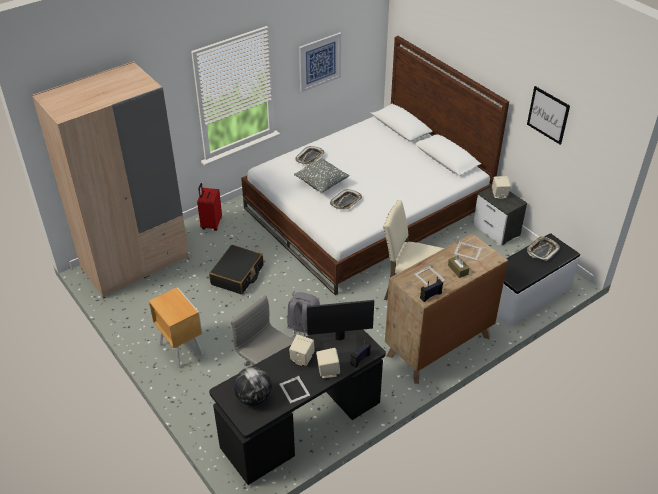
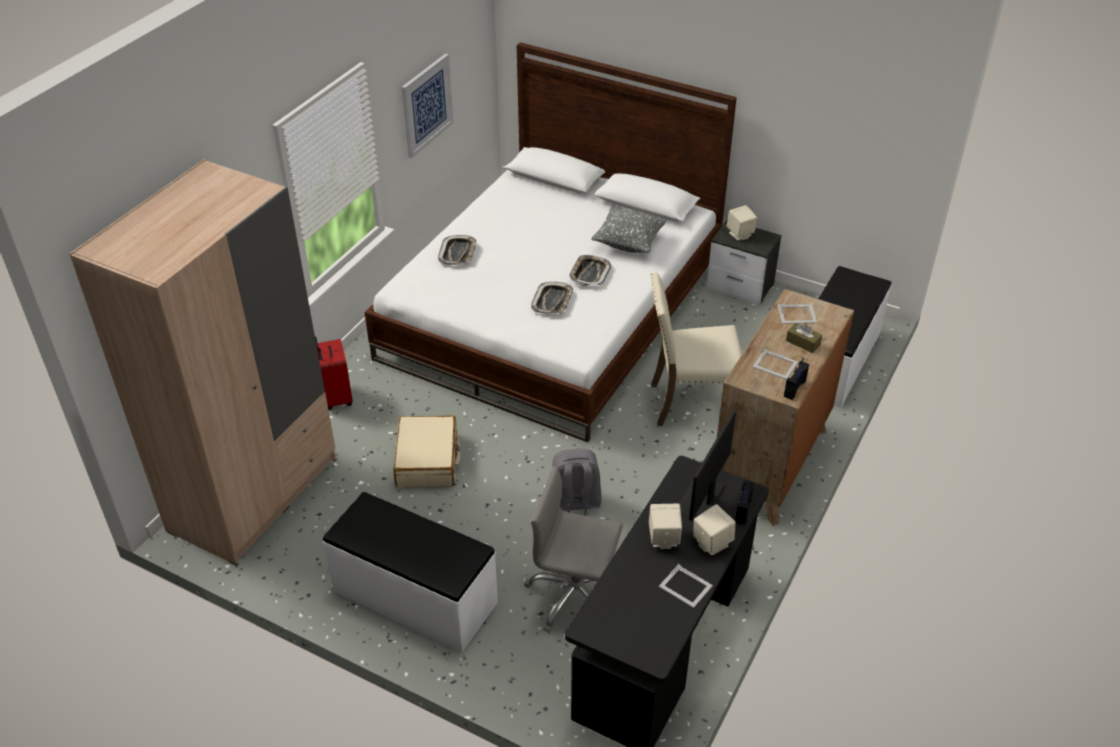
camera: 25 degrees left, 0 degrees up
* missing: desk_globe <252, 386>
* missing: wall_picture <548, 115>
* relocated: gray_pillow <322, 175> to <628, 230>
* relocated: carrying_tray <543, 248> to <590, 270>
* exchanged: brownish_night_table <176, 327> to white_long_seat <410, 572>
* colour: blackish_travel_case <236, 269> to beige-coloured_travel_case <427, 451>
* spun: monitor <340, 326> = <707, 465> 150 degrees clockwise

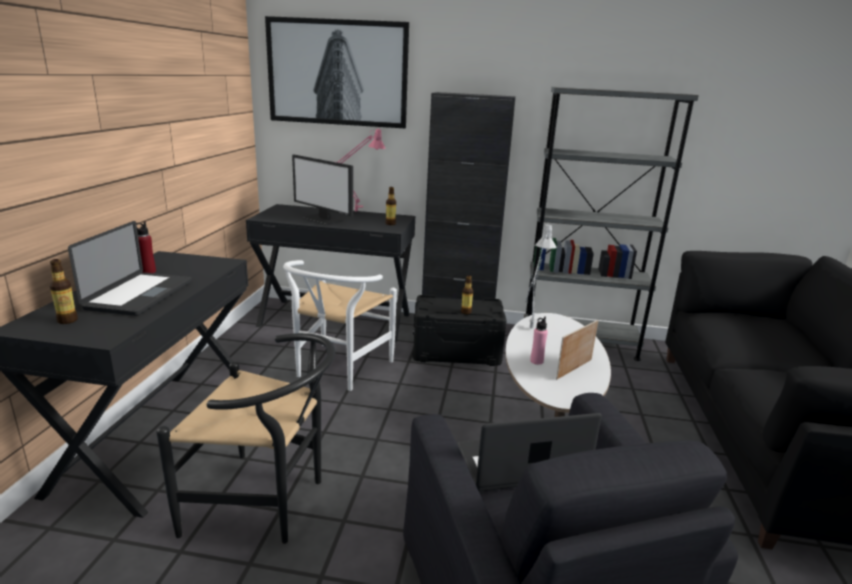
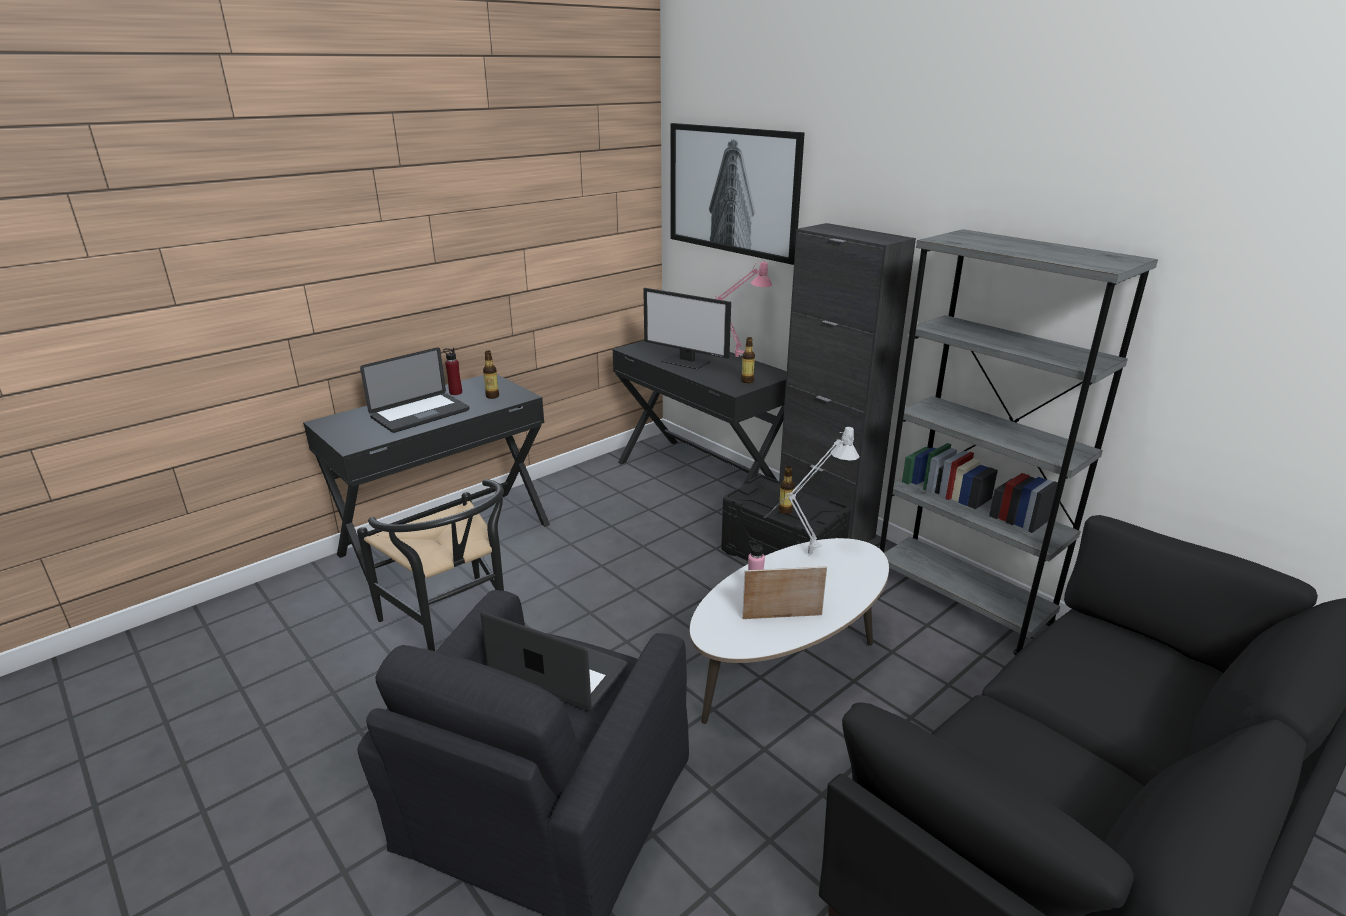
camera: 40 degrees right, 5 degrees up
* missing: white_upright_chair <340, 325>
* relocated: beverage_bottle <64, 291> to <491, 375>
* spun: monitor <322, 190> = <687, 328> 45 degrees counterclockwise

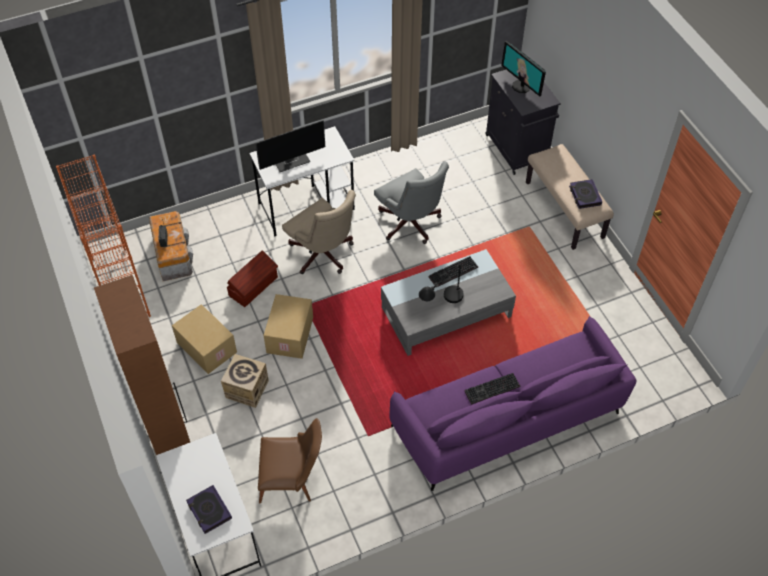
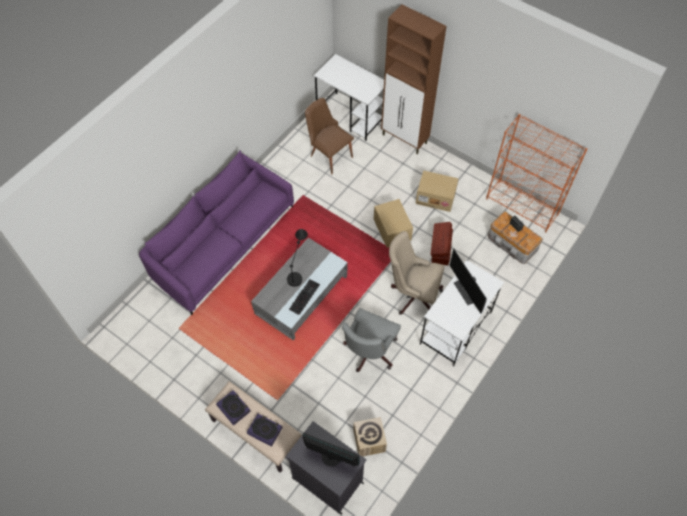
camera: 150 degrees right, 5 degrees up
* missing: PC_keyboard <492, 389>
* relocated: book <209, 509> to <265, 430>
* relocated: cardboard_box <245, 381> to <370, 436>
* spun: monitor <290, 146> = <468, 281> 60 degrees counterclockwise
* spun: brownish_upright_chair <290, 460> = <329, 136> 75 degrees clockwise
* spun: gray_desk_chair <411, 203> = <371, 340> 90 degrees counterclockwise

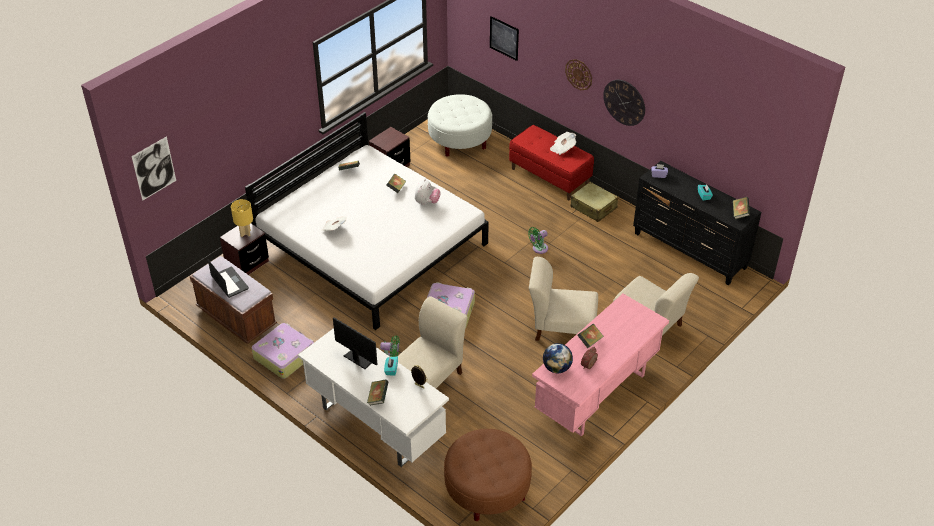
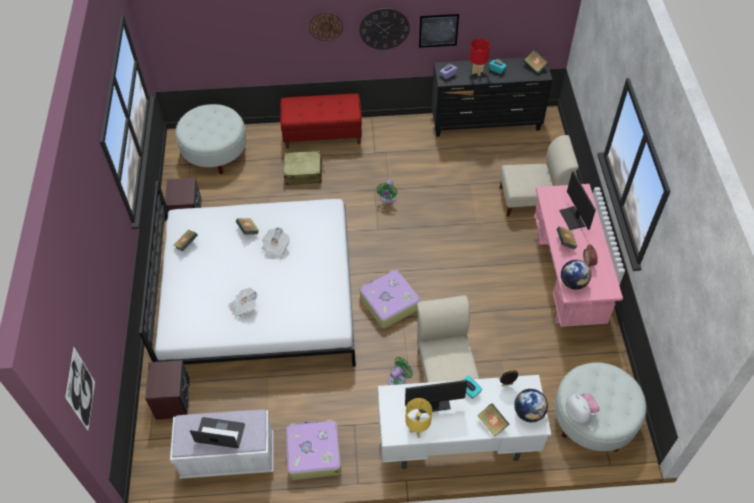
camera: 45 degrees left, 10 degrees up
* missing: beige-coloured_upright_chair <563, 299>
* appeared: red-coloured_tabletop_lamp <479, 57>
* appeared: desk_globe <531, 405>
* appeared: monitor <577, 200>
* relocated: yellow_tabletop_lamp <242, 218> to <418, 418>
* relocated: soft_toy <428, 192> to <583, 408>
* relocated: wall_picture <504, 38> to <439, 31>
* relocated: newspaper <563, 143> to <276, 243>
* relocated: beige-coloured_travel_case <594, 202> to <304, 168>
* colour: brownish_long_seat <233, 300> to white_long_seat <221, 444>
* colour: brownish_pouffe <488, 475> to white_pouffe <600, 407>

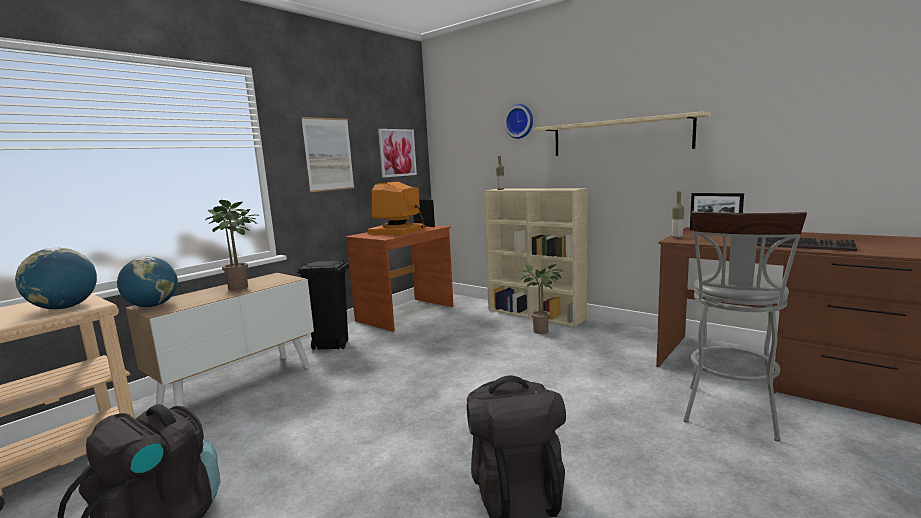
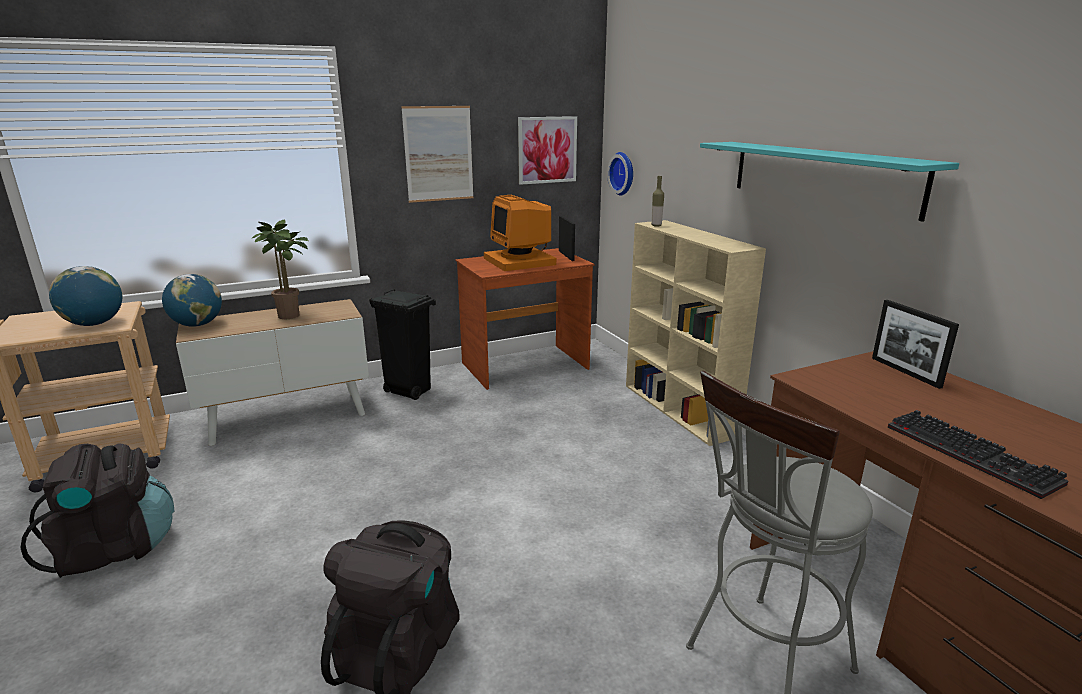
camera: 25 degrees right, 10 degrees up
* missing: plant_in_a_pot <541, 299>
* missing: beverage_bottle <678, 214>
* relocated: hanging_clock <518, 121> to <620, 173>
* colour: beige-coloured_bracket_shelf <622, 133> to turquoise_bracket_shelf <829, 182>
* spun: monitor <396, 208> = <520, 233> 75 degrees counterclockwise

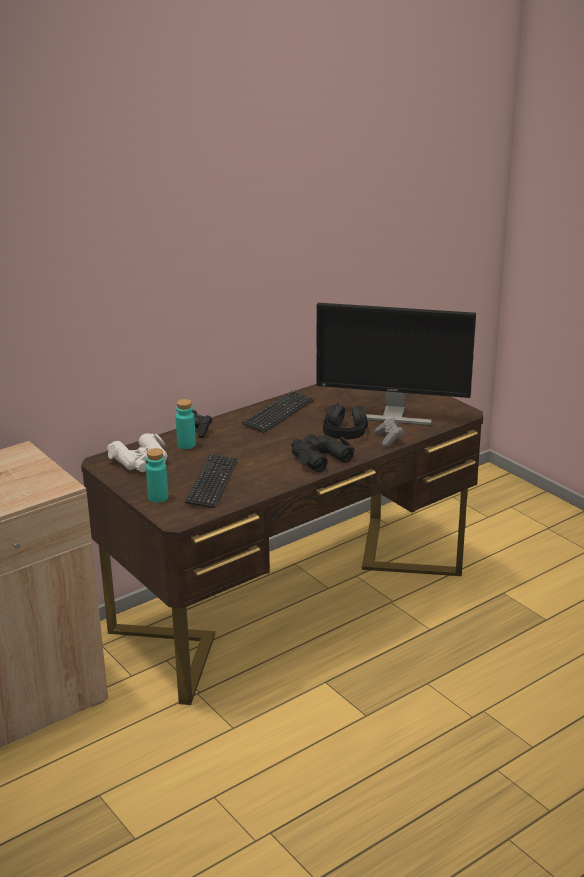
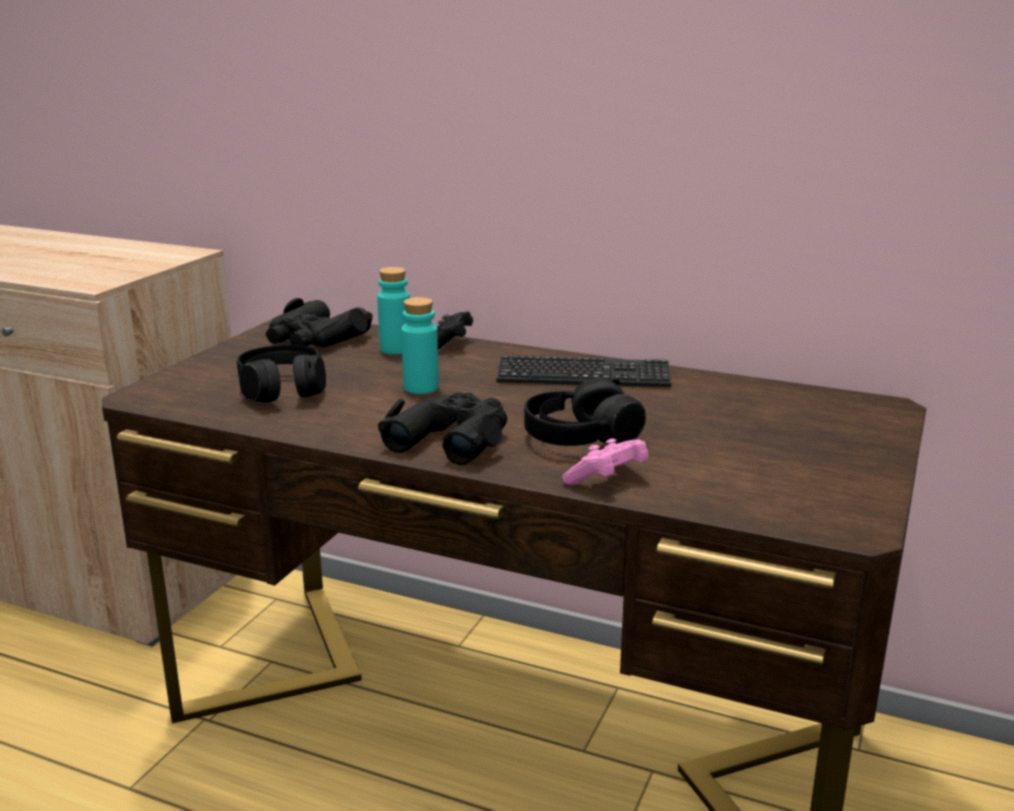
camera: 60 degrees right, 5 degrees down
* missing: monitor <396, 364>
* relocated: turquoise_beverage_bottle <157, 475> to <420, 345>
* exchanged: PC_keyboard <211, 481> to blackish_pair_of_headphones <281, 373>
* colour: white_field_glasses <137, 452> to blackish_field_glasses <319, 322>
* colour: gray_gamepad <389, 432> to pink-coloured_gamepad <605, 462>

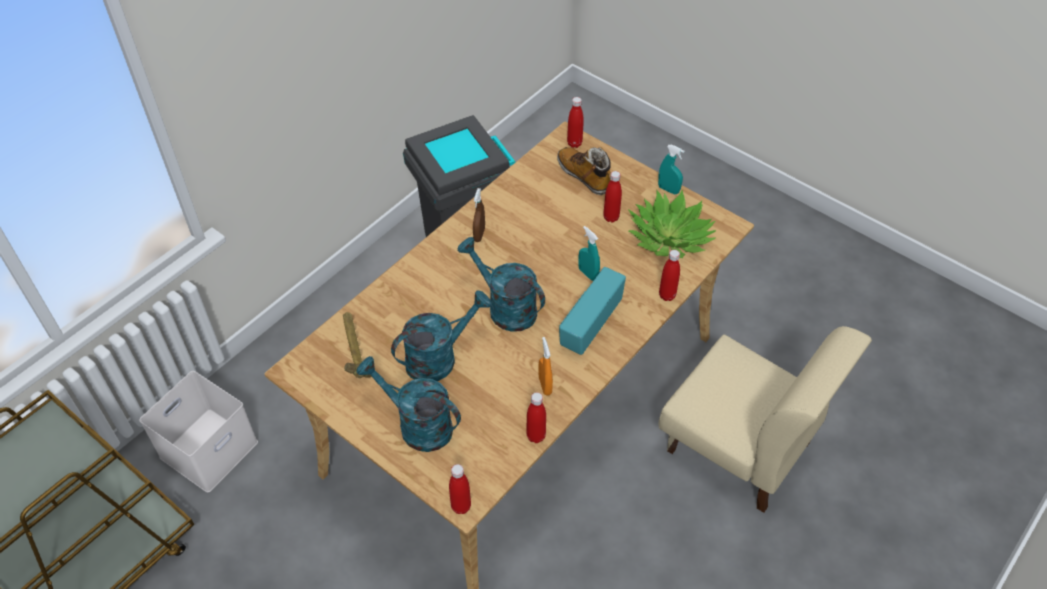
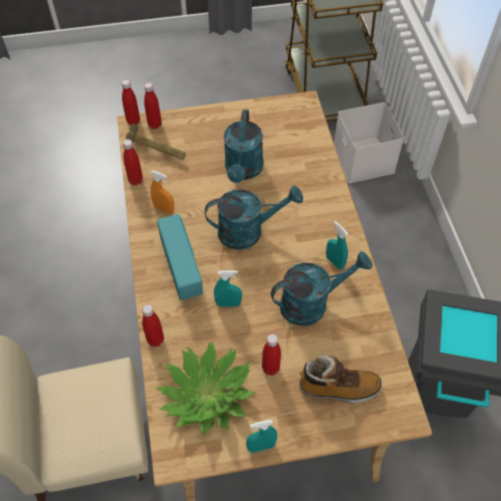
camera: 130 degrees right, 5 degrees up
* relocated: hand_hammer <357, 345> to <156, 142>
* relocated: turquoise_watering_pot <408, 404> to <321, 288>
* relocated: red-coloured_beverage_bottle <575, 122> to <153, 106>
* colour: brownish_sprayer <479, 215> to turquoise_sprayer <337, 245>

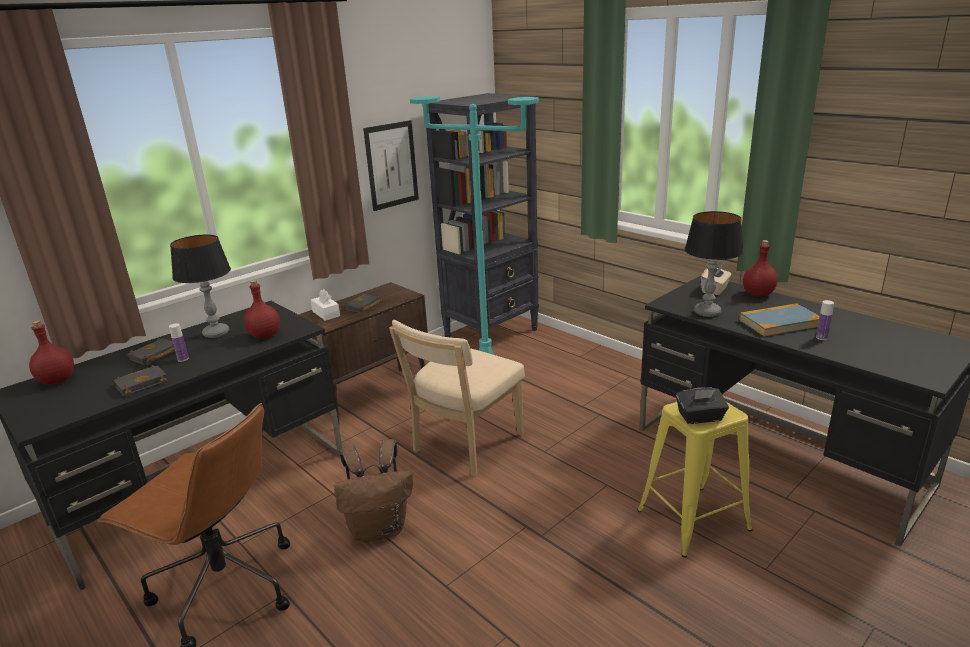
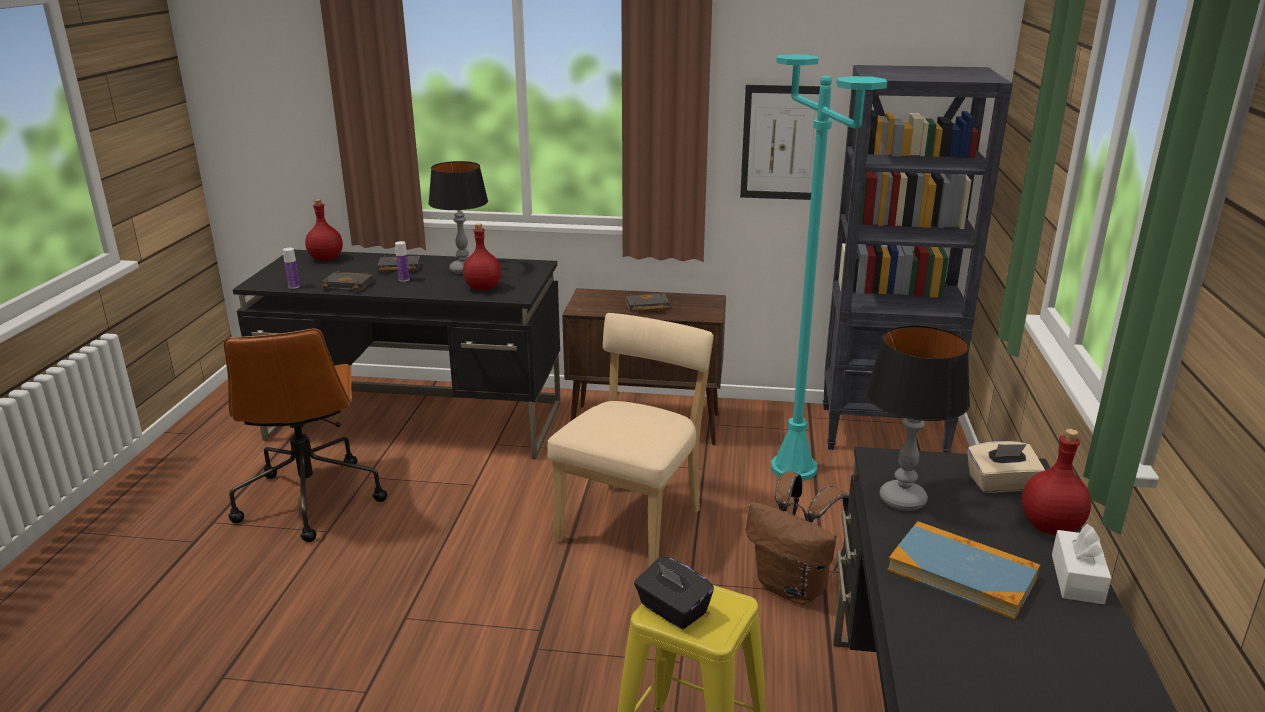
camera: 50 degrees right, 0 degrees up
* relocated: white_tissue_box <325, 305> to <1082, 564>
* relocated: brownish_backpack <373, 490> to <797, 538>
* relocated: beverage_bottle <825, 320> to <291, 268>
* spun: beige-coloured_upright_chair <457, 398> = <631, 439> 120 degrees clockwise

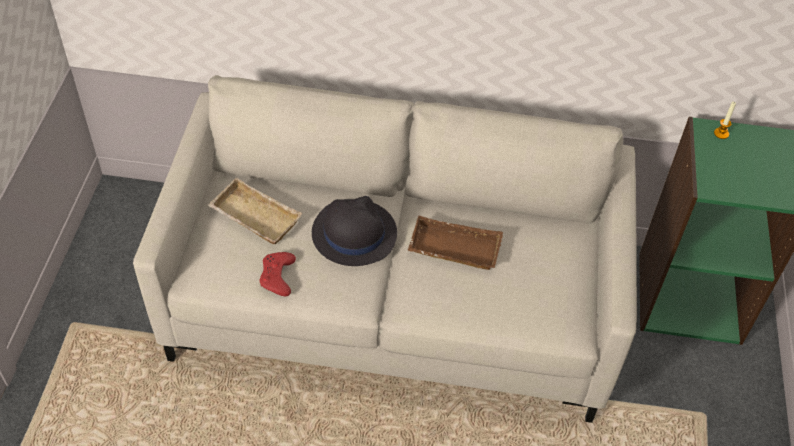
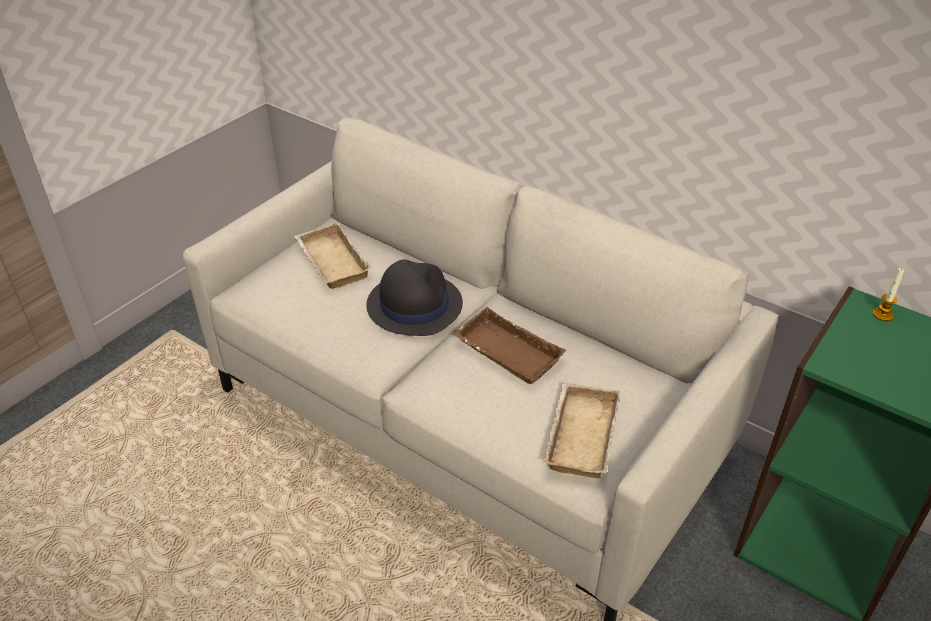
camera: 30 degrees right, 10 degrees down
* missing: red-coloured_gamepad <277, 274>
* appeared: beige-coloured_carrying_tray <581, 430>

